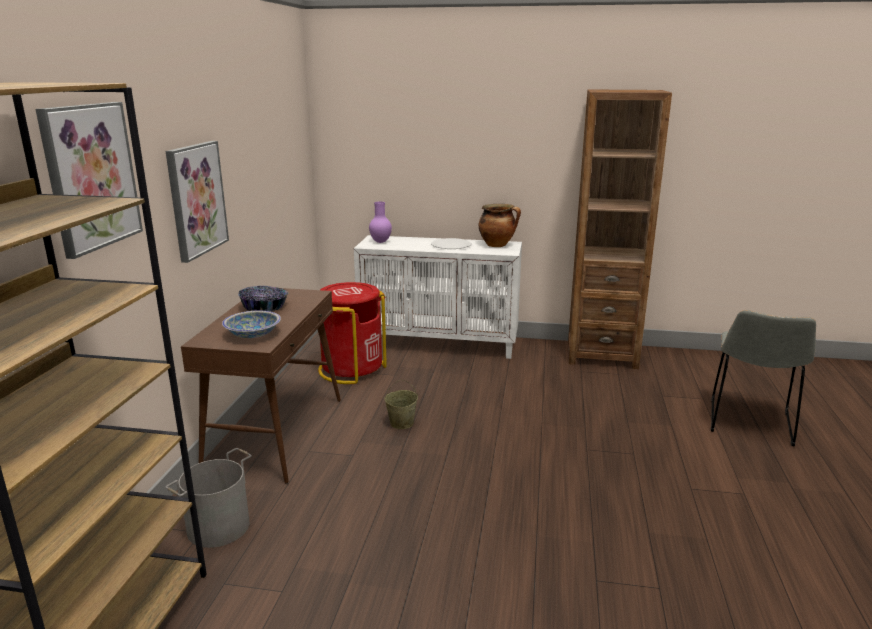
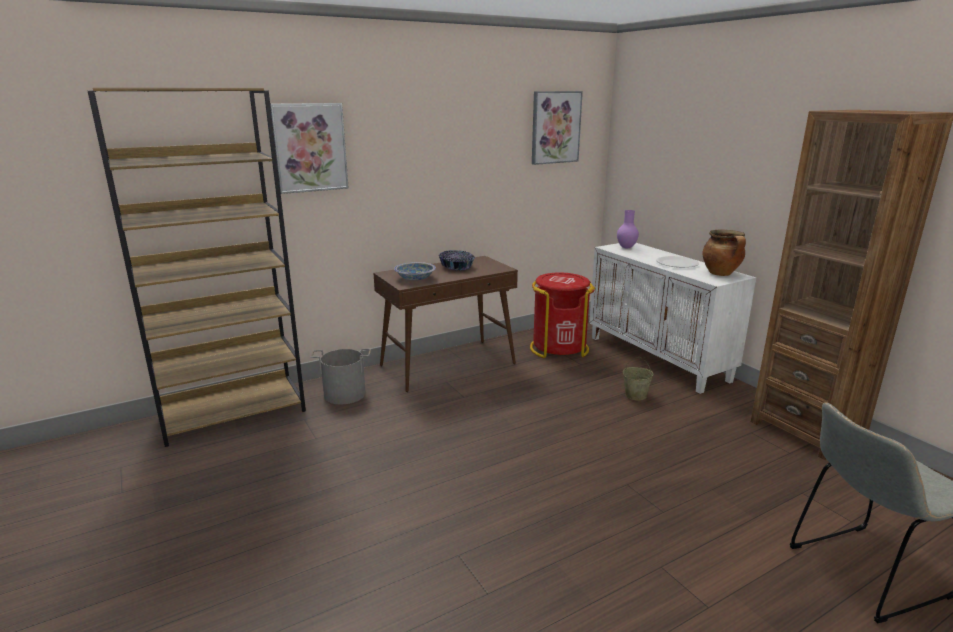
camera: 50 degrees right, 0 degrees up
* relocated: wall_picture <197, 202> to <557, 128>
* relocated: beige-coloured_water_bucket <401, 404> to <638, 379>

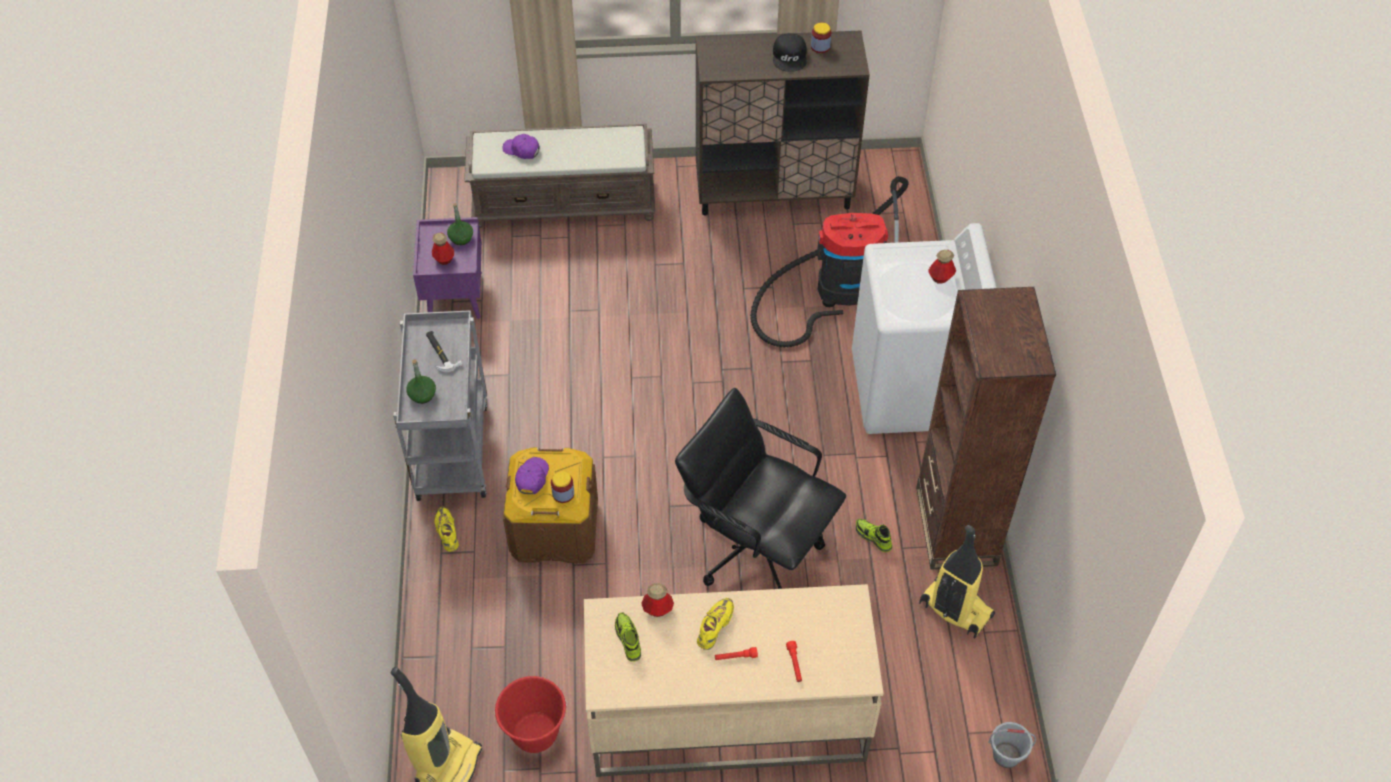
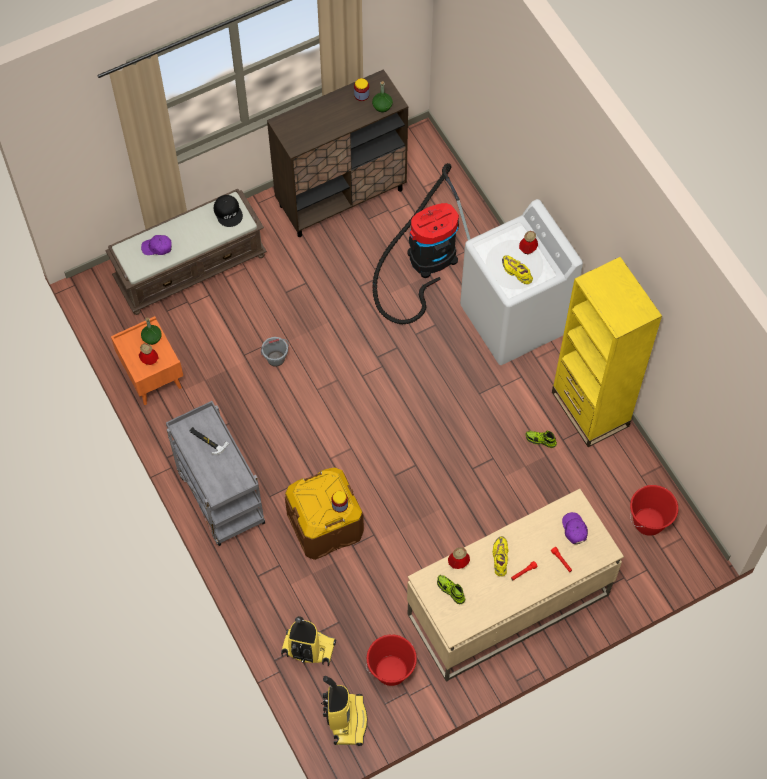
camera: 25 degrees left, 10 degrees up
* missing: blackish_desk_chair <760, 488>
* appeared: red-coloured_water_bucket <654, 510>
* relocated: green-coloured_beverage_bottle <421, 381> to <382, 96>
* relocated: yellow_item_of_footwear <446, 529> to <517, 269>
* relocated: purple-coloured_peaked_cap <532, 475> to <575, 528>
* relocated: blackish_peaked_cap <790, 52> to <228, 211>
* relocated: vacuum <957, 582> to <308, 641>
* relocated: gray_water_bucket <1012, 745> to <275, 352>
* colour: purple-coloured_night_table <447, 268> to orangey_night_table <147, 360>
* colour: brownish_bookshelf <986, 428> to yellow_bookshelf <607, 352>

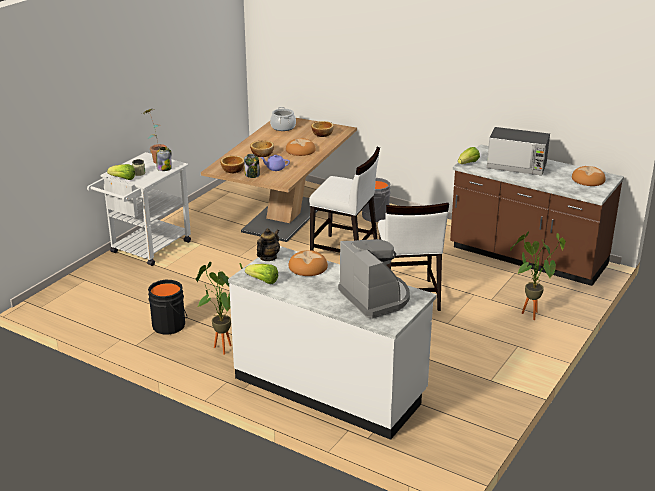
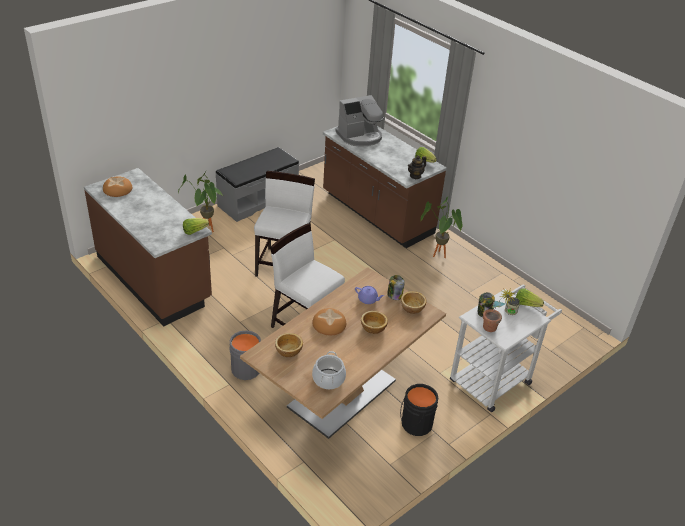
camera: 165 degrees left, 10 degrees up
* missing: bakery_bread <308, 263>
* missing: microwave <518, 151>
* appeared: gray_long_seat <257, 184>
* relocated: blackish_water_bucket <167, 307> to <419, 410>
* colour: white_counter <332, 343> to brownish_counter <385, 187>
* spun: coffee_brewer <374, 279> = <359, 121> 105 degrees counterclockwise

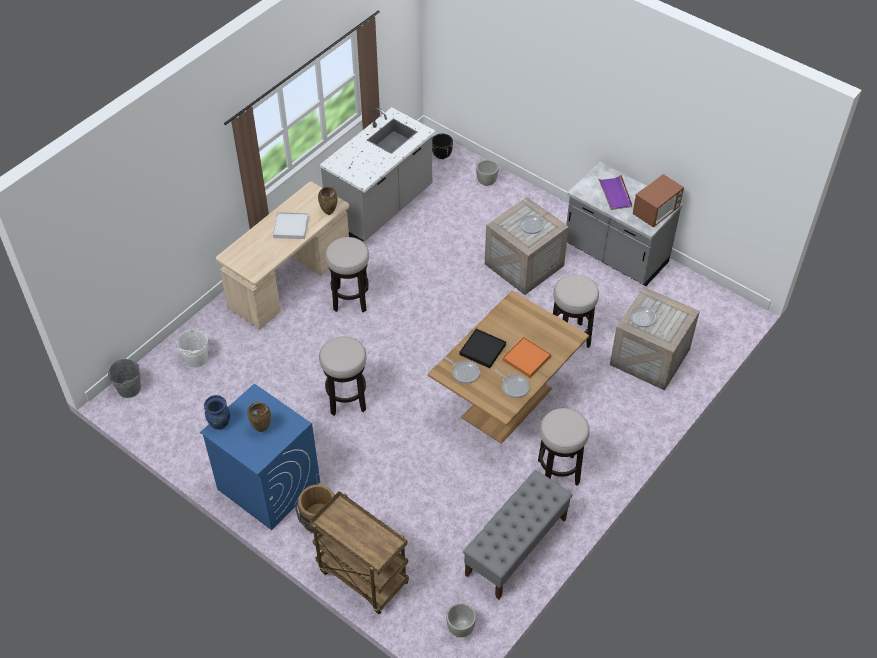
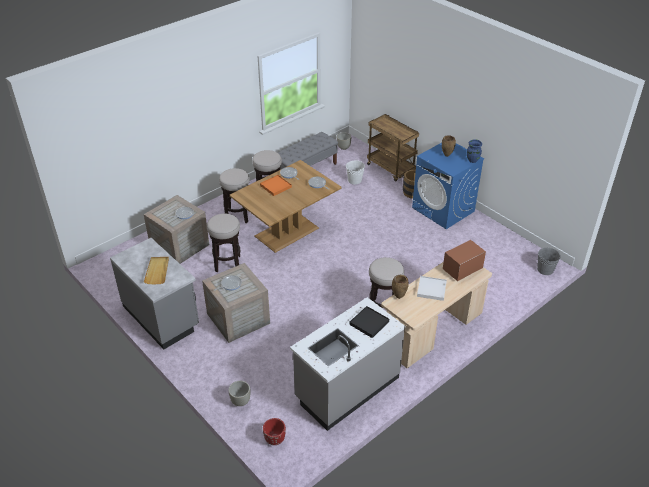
camera: 170 degrees left, 10 degrees down
* relocated: white_water_bucket <192, 348> to <355, 172>
* relocated: stool_seat <343, 376> to <234, 195>
* relocated: blackish_carrying_tray <483, 348> to <369, 322>
* relocated: microwave <658, 200> to <464, 260>
* colour: blackish_flower_pot <442, 146> to red-coloured_flower_pot <274, 431>
* colour: purple-coloured_carrying_tray <615, 192> to beige-coloured_carrying_tray <156, 270>

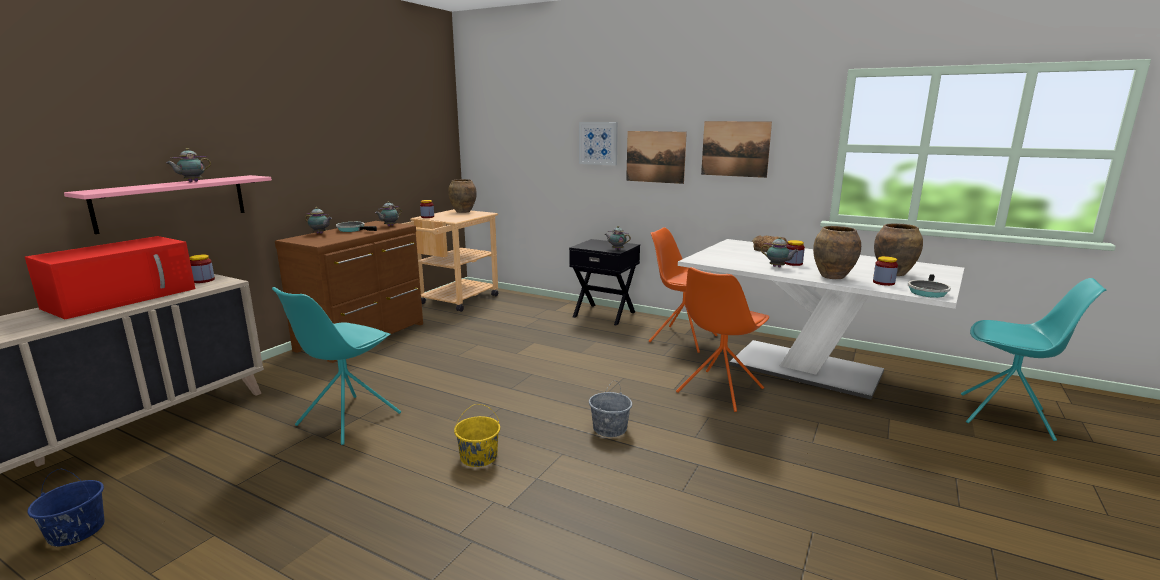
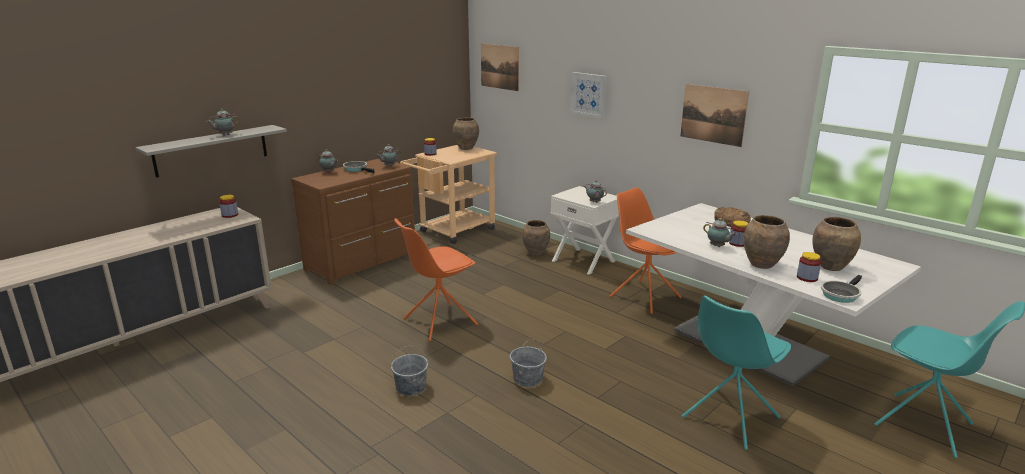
camera: 15 degrees right, 5 degrees up
* missing: red-coloured_microwave <110, 277>
* missing: blue_water_bucket <66, 507>
* appeared: brownish_flower_vase <536, 237>
* relocated: turquoise_upright_chair <336, 366> to <736, 372>
* relocated: wall_picture <656, 157> to <500, 67>
* relocated: orangey_upright_chair <722, 339> to <436, 279>
* colour: pink-coloured_bracket_shelf <168, 204> to gray_bracket_shelf <211, 151>
* colour: yellow_water_bucket <477, 435> to gray_water_bucket <409, 370>
* colour: blackish_night_table <604, 282> to white_night_table <585, 230>

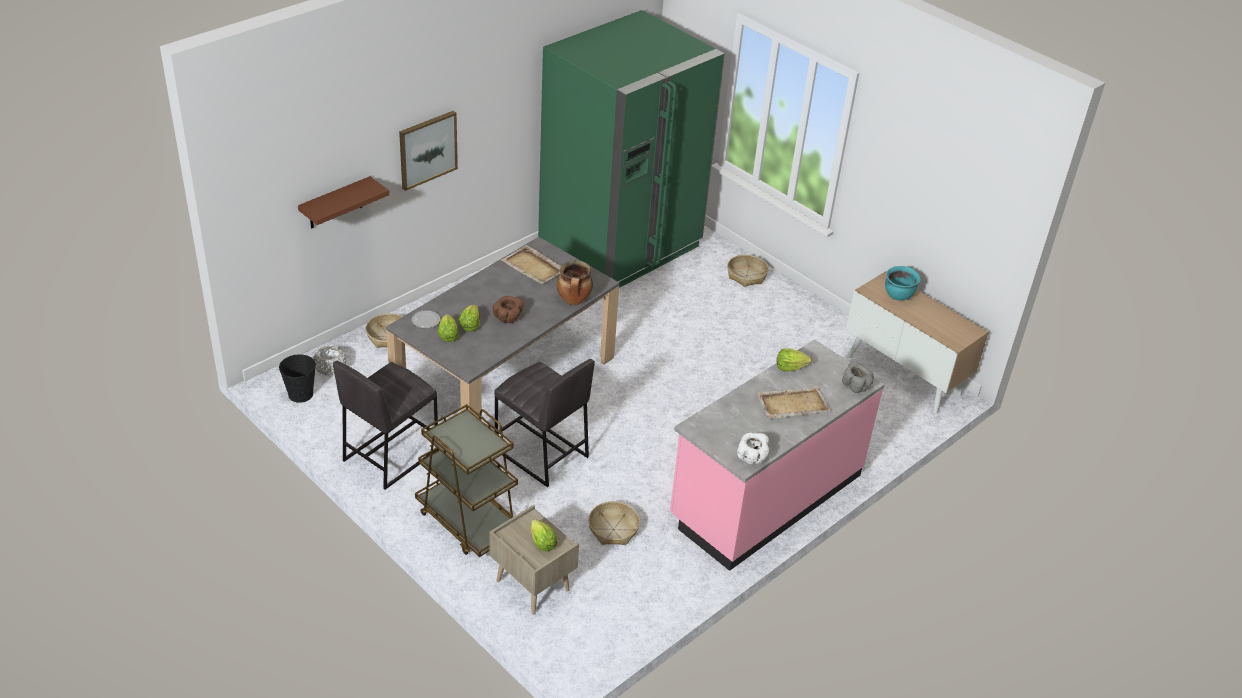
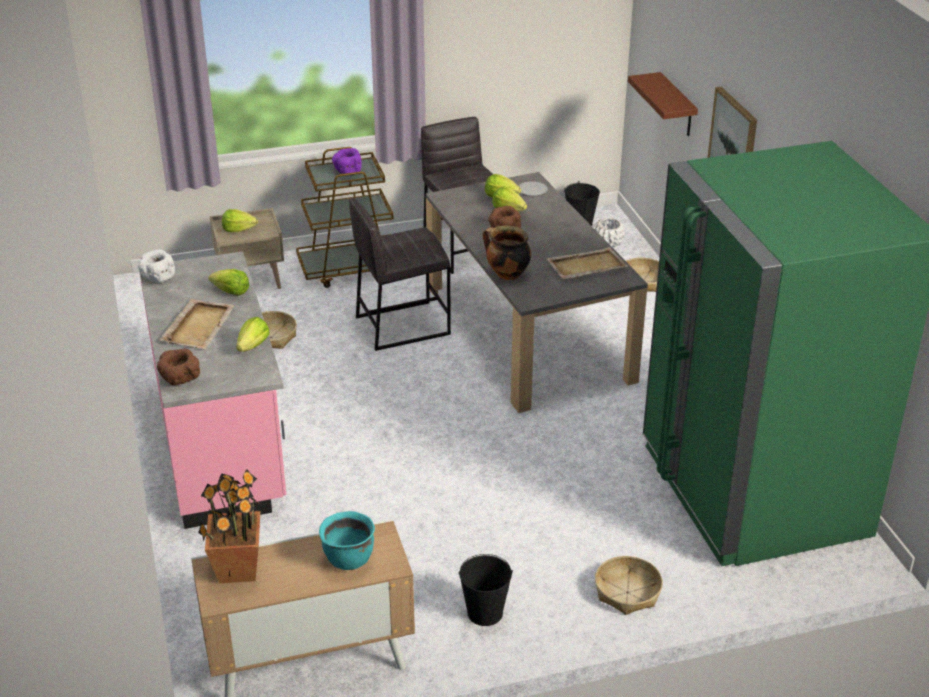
camera: 120 degrees right, 5 degrees down
* appeared: plant_in_a_pot <229, 526>
* appeared: head_of_lettuce <229, 282>
* appeared: purple-coloured_deep_dish <347, 162>
* appeared: blackish_water_bucket <486, 590>
* colour: gray_deep_dish <858, 377> to brownish_deep_dish <178, 367>

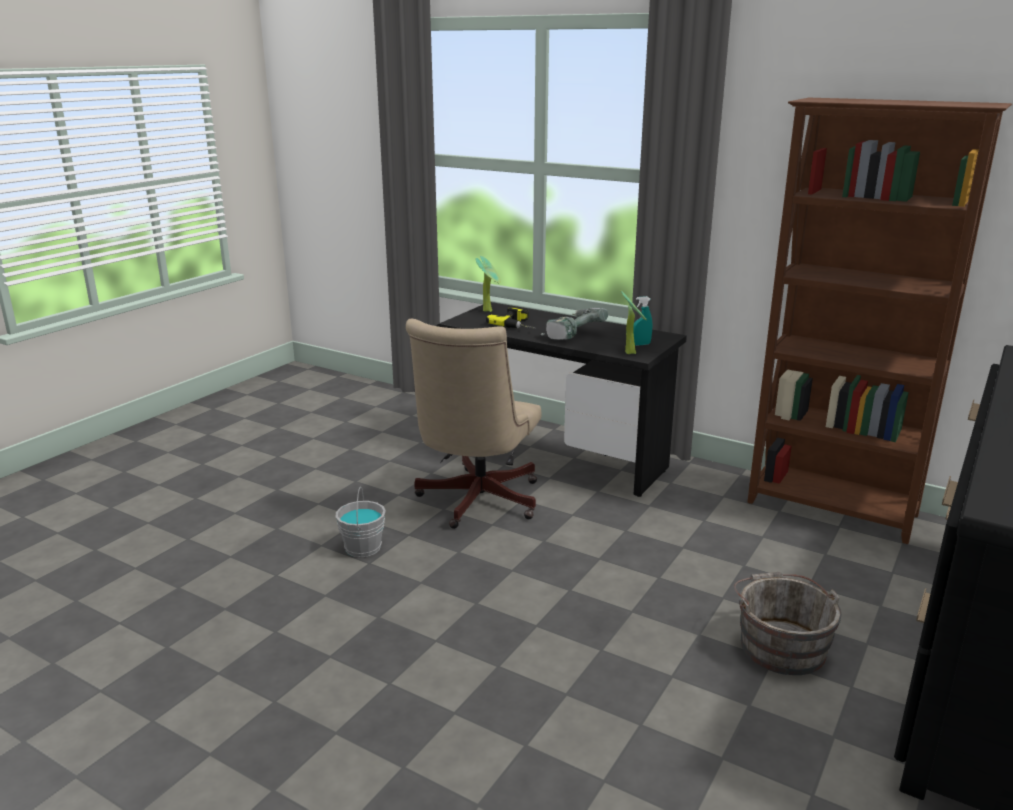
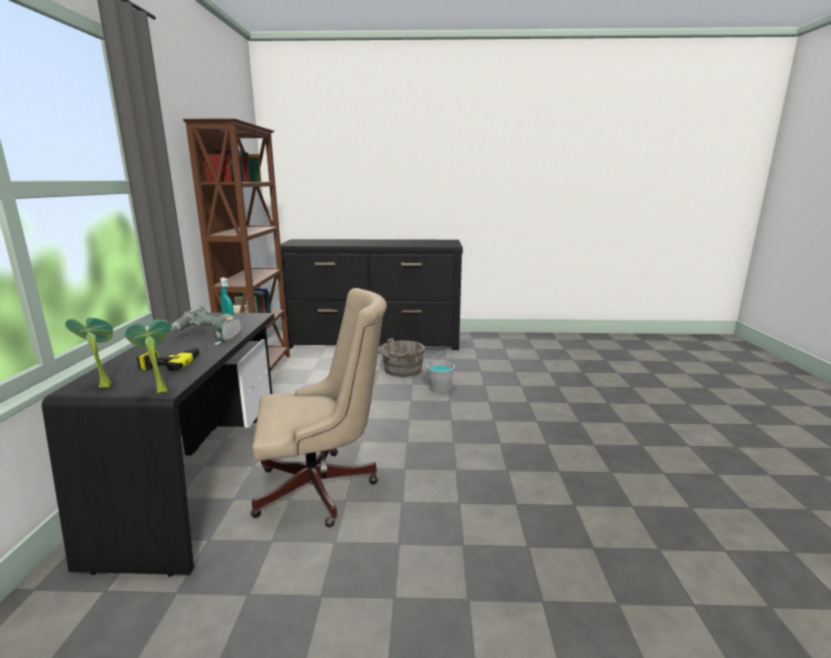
camera: 120 degrees left, 5 degrees down
* relocated: gray_water_bucket <361, 522> to <440, 372>
* relocated: plant_in_a_pot <634, 322> to <148, 356>

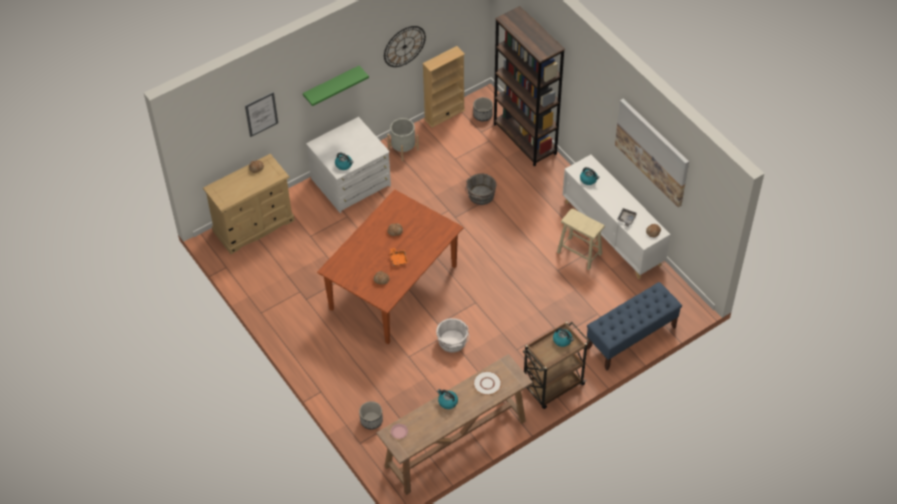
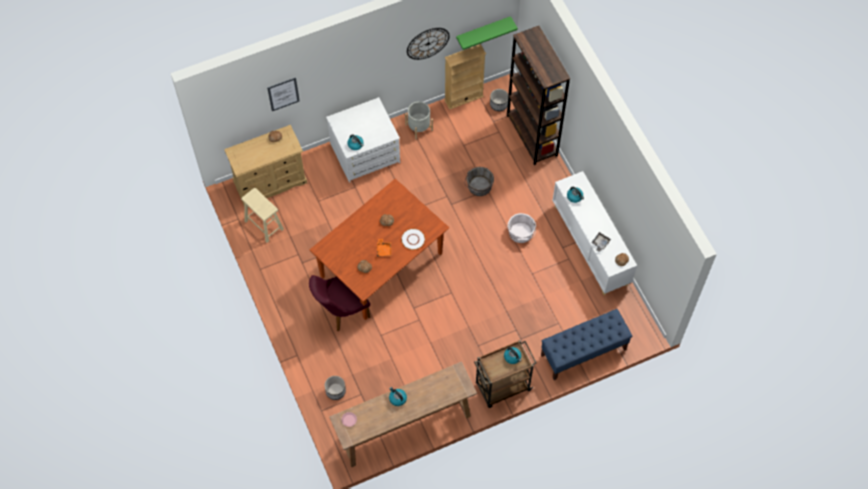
camera: 10 degrees right, 10 degrees up
* missing: wall_picture <652, 152>
* appeared: purple-coloured_upright_chair <339, 303>
* relocated: green-coloured_bracket_shelf <336, 86> to <487, 33>
* relocated: white_water_bucket <452, 335> to <521, 228>
* relocated: white_flat_dish <487, 383> to <413, 239>
* relocated: beige-coloured_stool_seat <581, 239> to <262, 215>

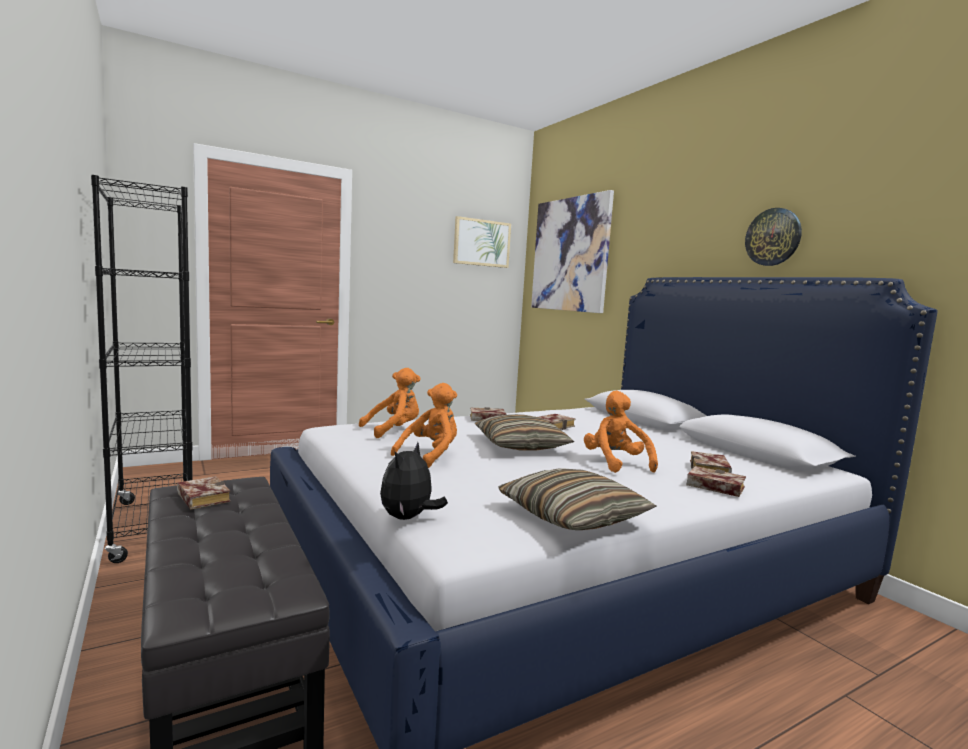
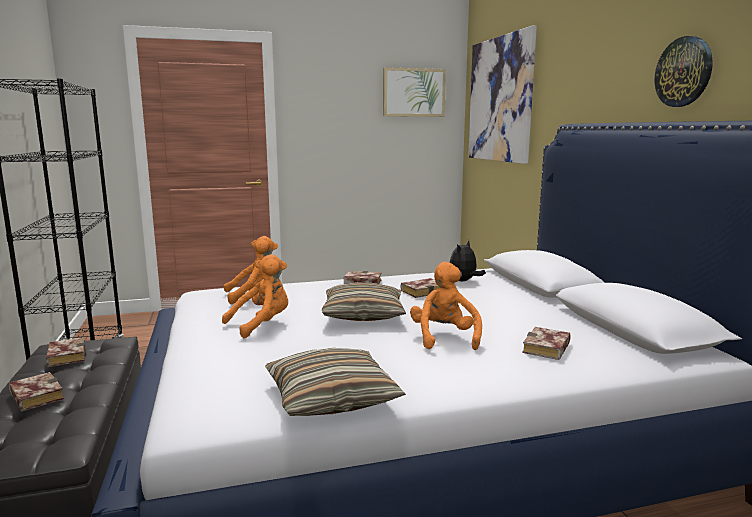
camera: 15 degrees right, 5 degrees up
* relocated: soft_toy <414, 481> to <468, 260>
* relocated: book <716, 481> to <36, 392>

